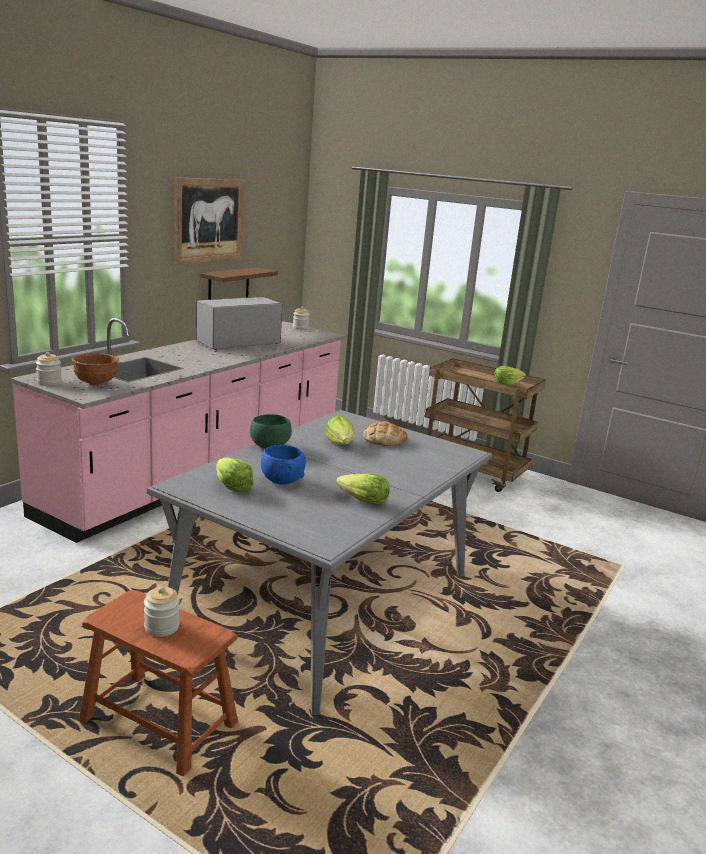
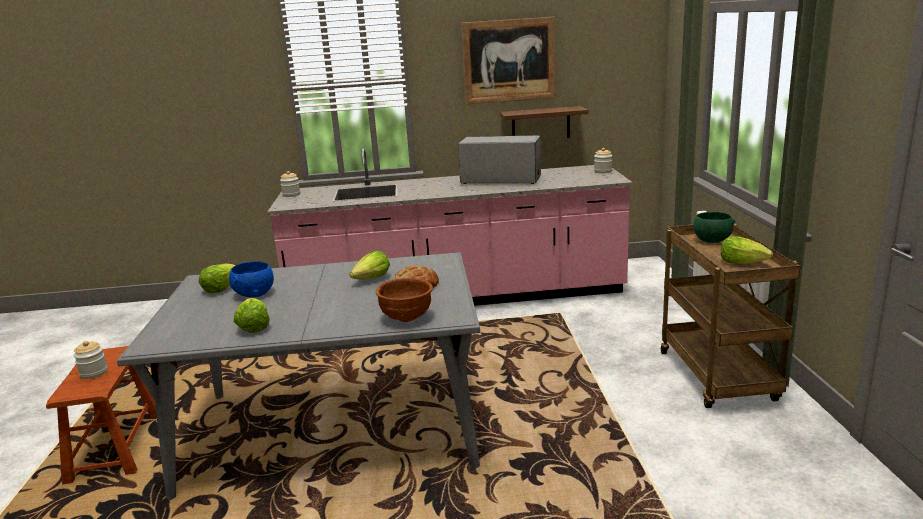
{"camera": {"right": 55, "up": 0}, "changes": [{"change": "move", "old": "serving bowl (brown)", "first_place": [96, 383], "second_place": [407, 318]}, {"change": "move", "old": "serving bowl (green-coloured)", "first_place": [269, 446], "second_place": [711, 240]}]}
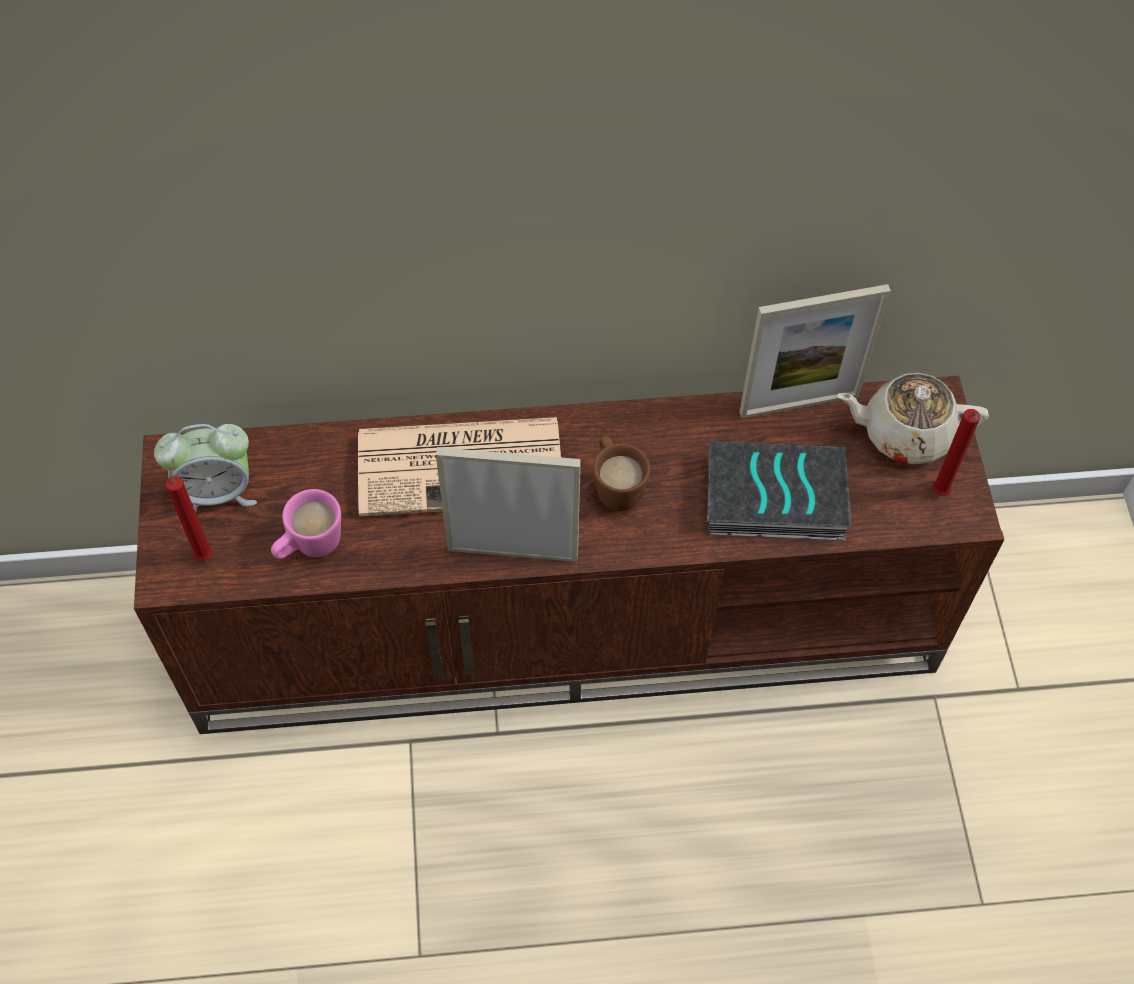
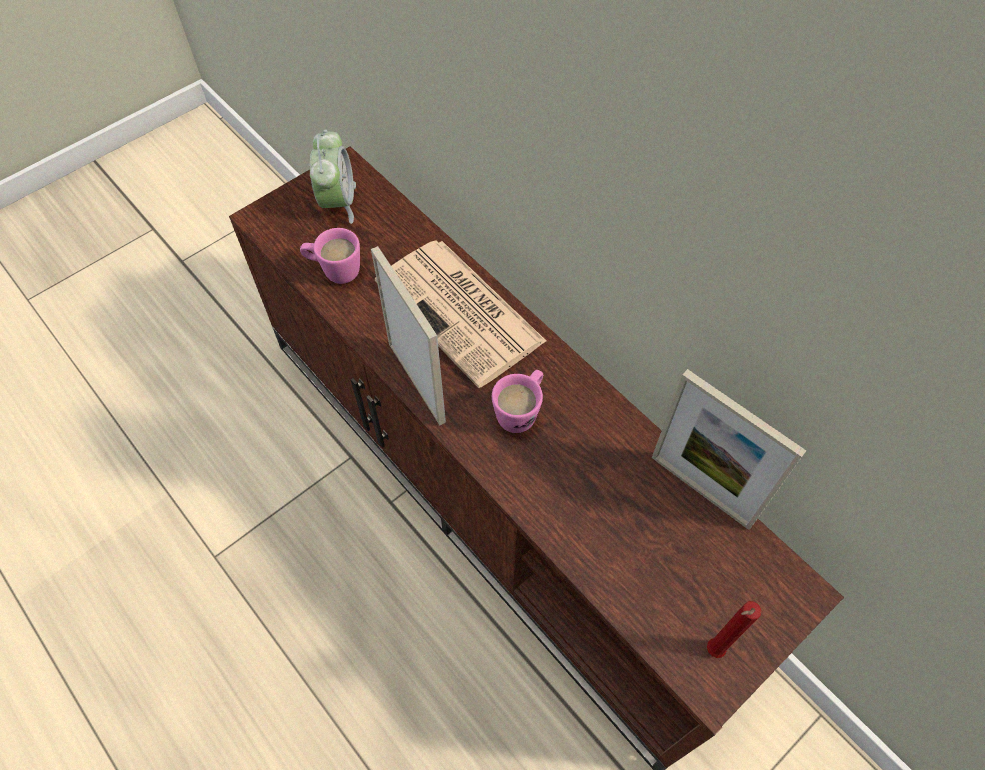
{"camera": {"right": 55, "up": 0}, "changes": [{"change": "delete", "old": "wax candle (red-coloured)", "first_place": [205, 553]}, {"change": "delete", "old": "bound book", "first_place": [773, 500]}, {"change": "delete", "old": "teapot (beige-coloured)", "first_place": [904, 433]}, {"change": "recolor", "old": "tea mug (brown)", "new": "tea mug (pink-coloured)", "first_place": [615, 486], "second_place": [521, 411]}, {"change": "rotate", "old": "bedside clock", "first_place": [217, 492], "second_place": [338, 202], "degrees": -135}]}
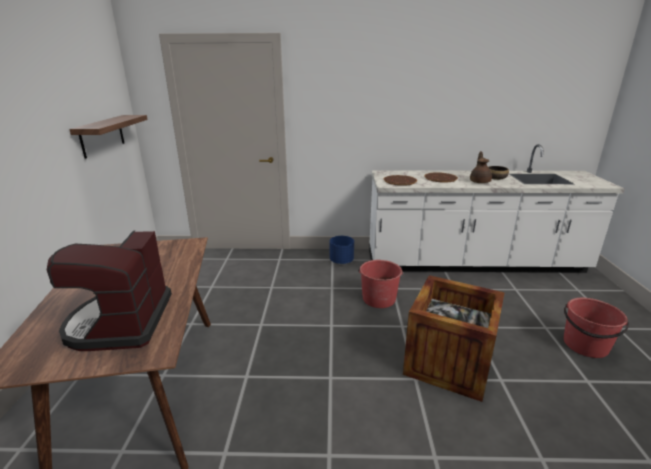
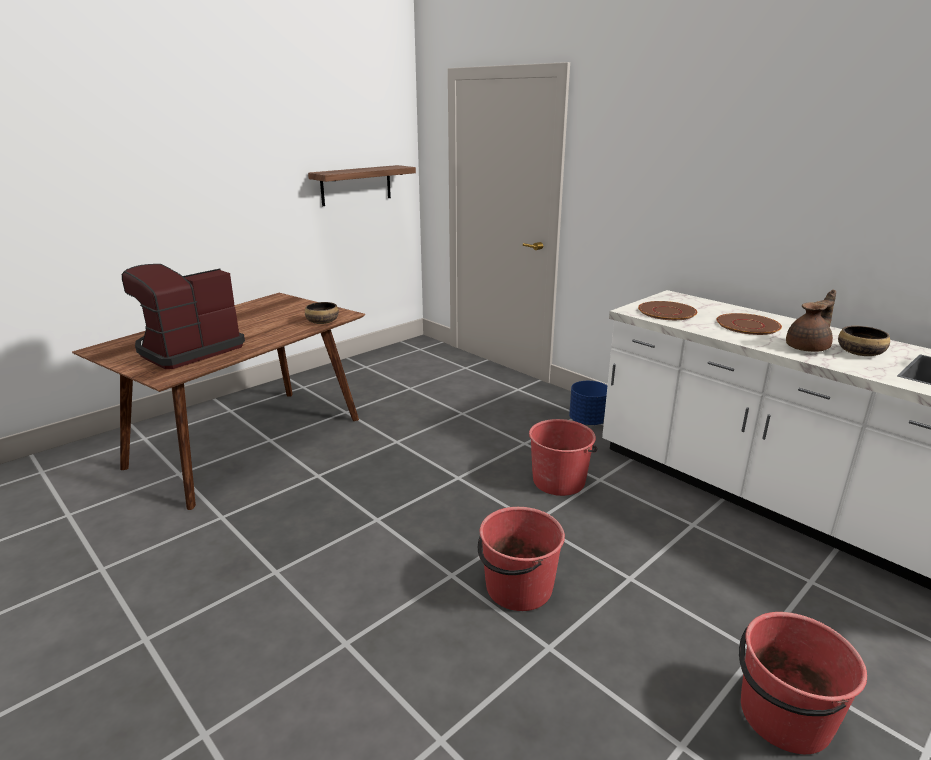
{"camera": {"right": 45, "up": 0}, "changes": [{"change": "insert", "new": "serving bowl", "second_place": [322, 322]}, {"change": "replace", "old": "shipping crate", "new": "pail (red-coloured)", "first_place": [448, 363], "second_place": [518, 588]}]}
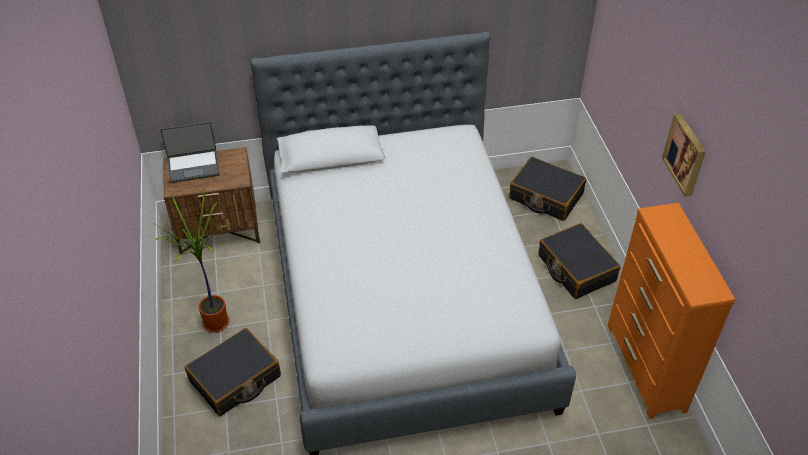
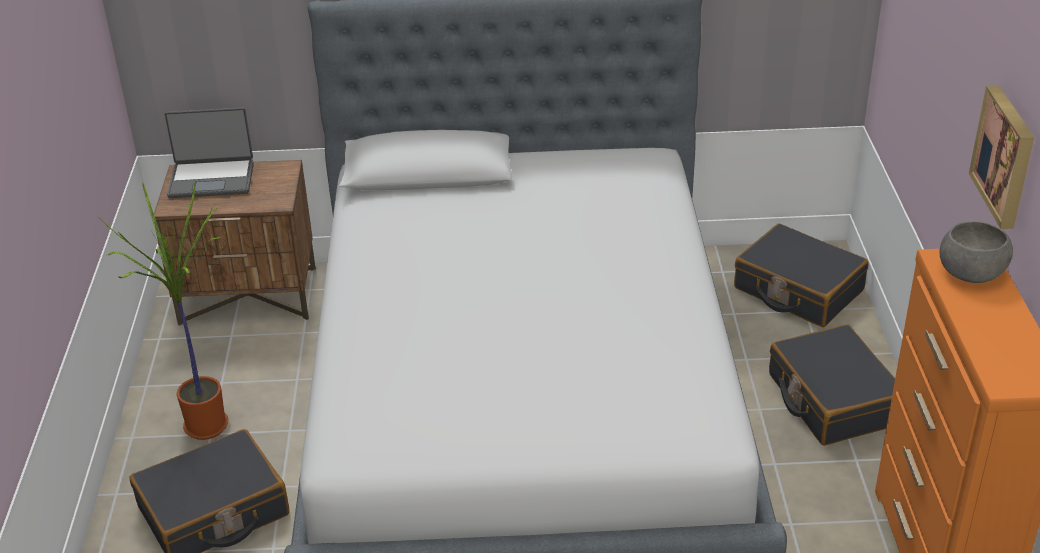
{"camera": {"right": 10, "up": -10}, "changes": [{"change": "insert", "new": "serving bowl (gray)", "second_place": [971, 271]}]}
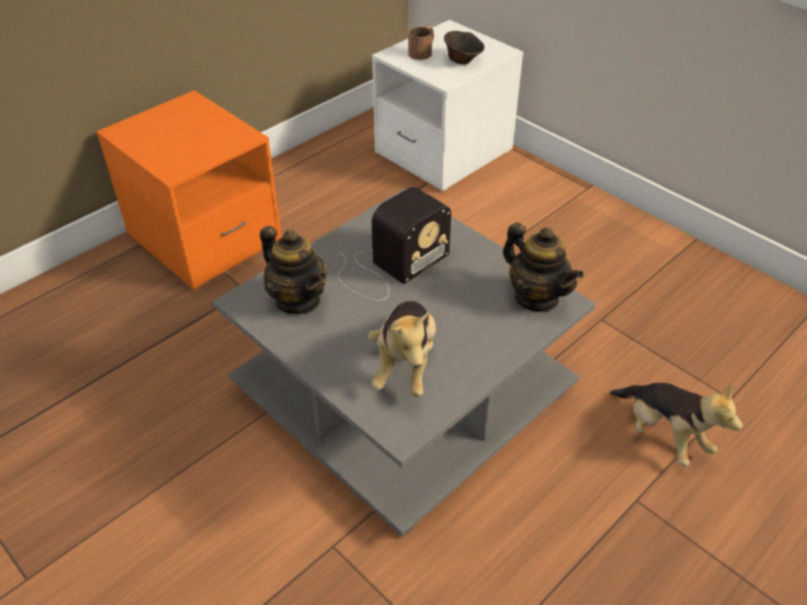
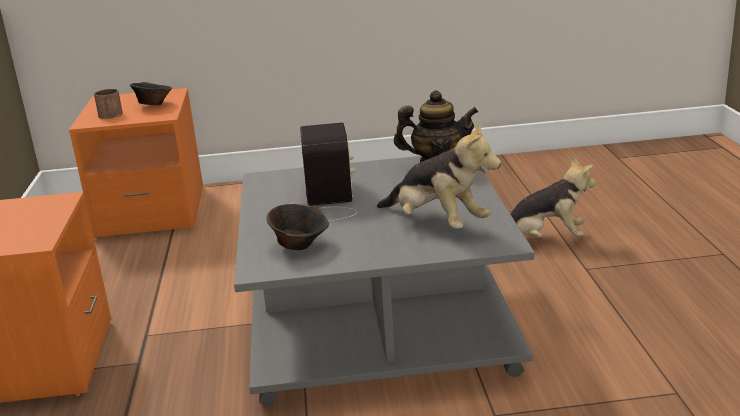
{"camera": {"right": -50, "up": -20}, "changes": [{"change": "replace", "old": "teapot", "new": "serving bowl (brown)", "first_place": [298, 300], "second_place": [300, 245]}, {"change": "recolor", "old": "bedside table (whitish)", "new": "bedside table (orange-coloured)", "first_place": [444, 152], "second_place": [152, 212]}]}
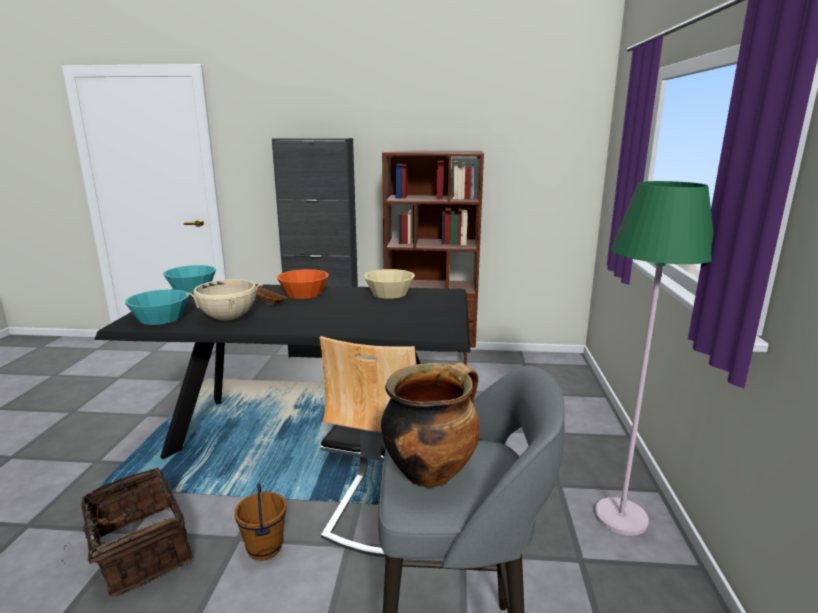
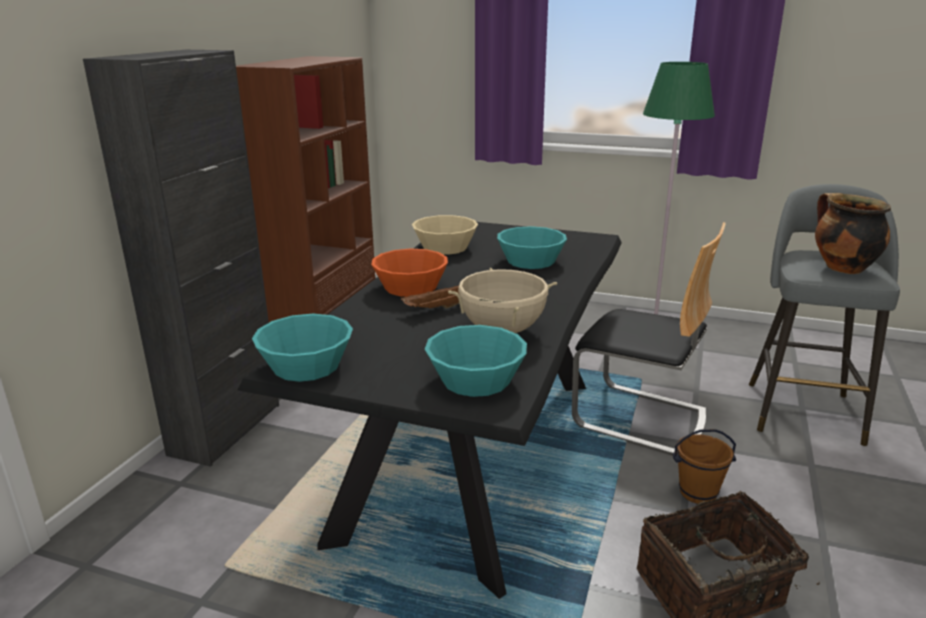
{"camera": {"right": -75, "up": 5}, "changes": [{"change": "insert", "new": "serving bowl (blue-green)", "second_place": [530, 260]}]}
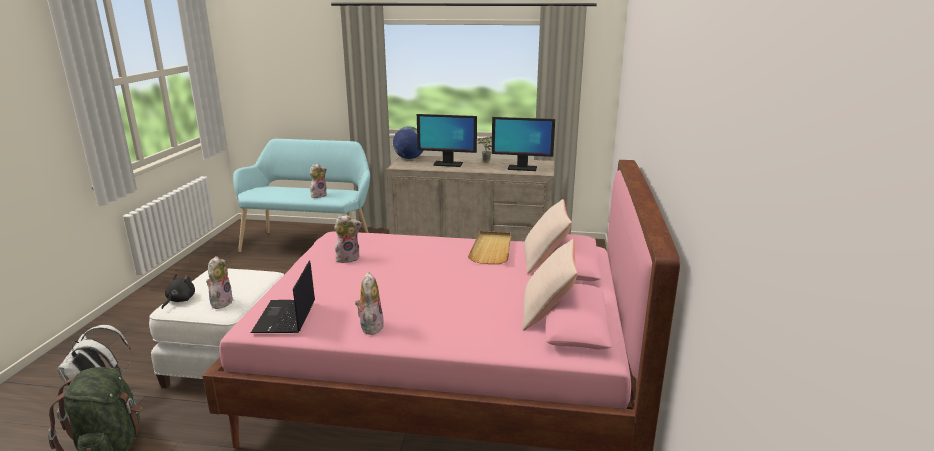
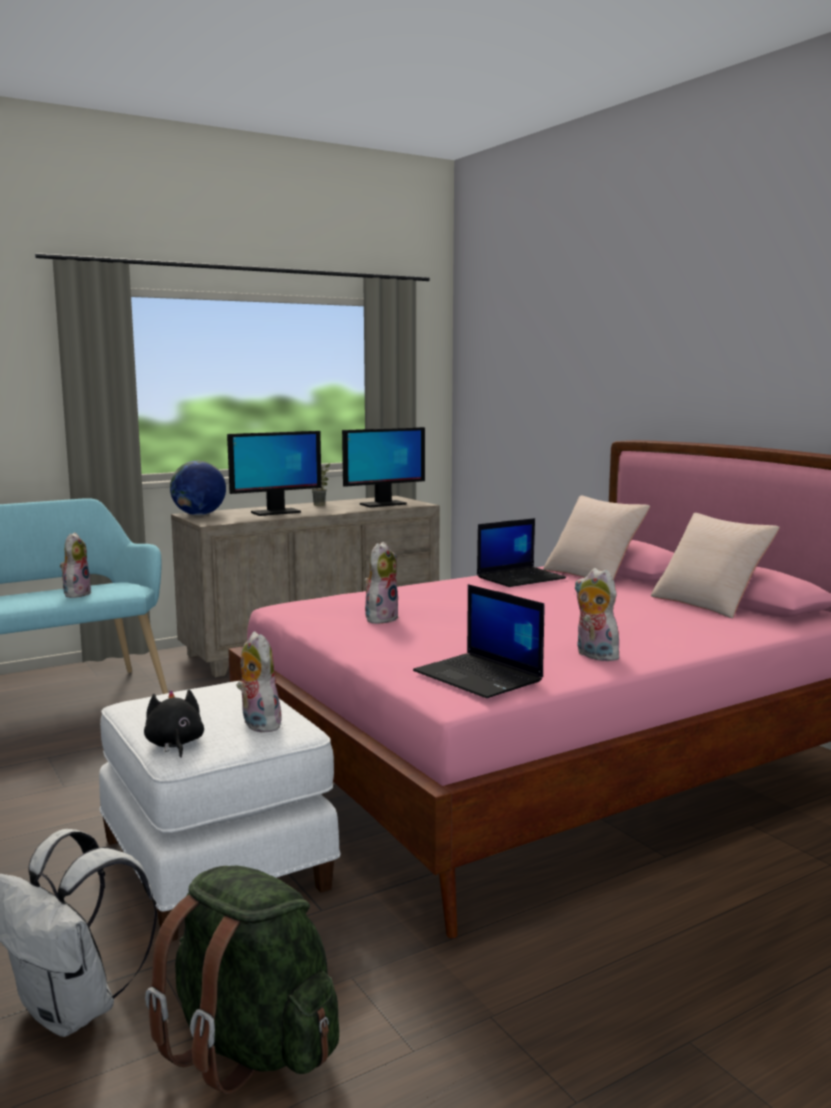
{"camera": {"right": -40, "up": -10}, "changes": [{"change": "replace", "old": "tray (beige-coloured)", "new": "notebook computer", "first_place": [491, 249], "second_place": [521, 577]}]}
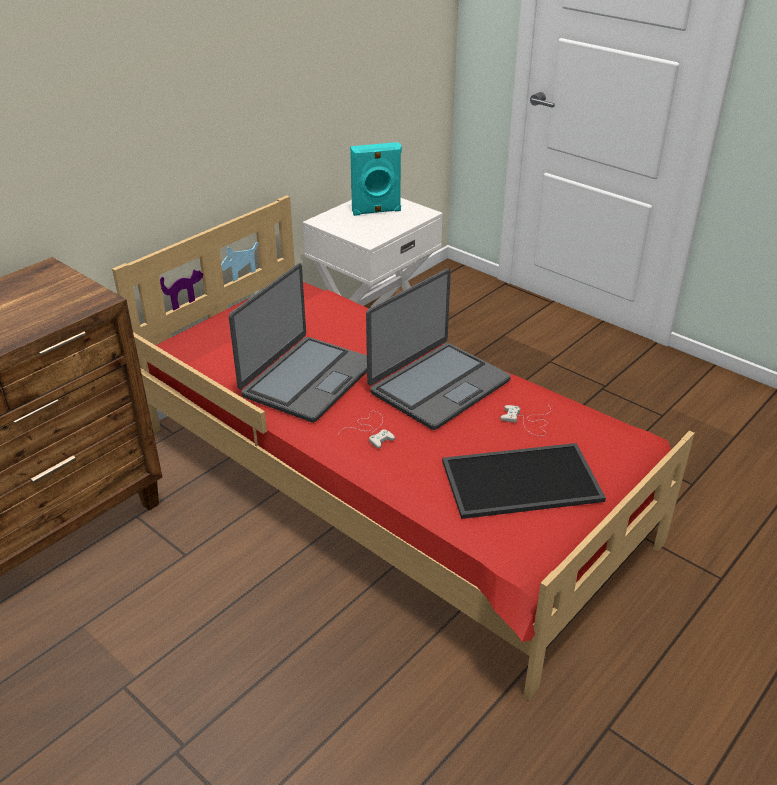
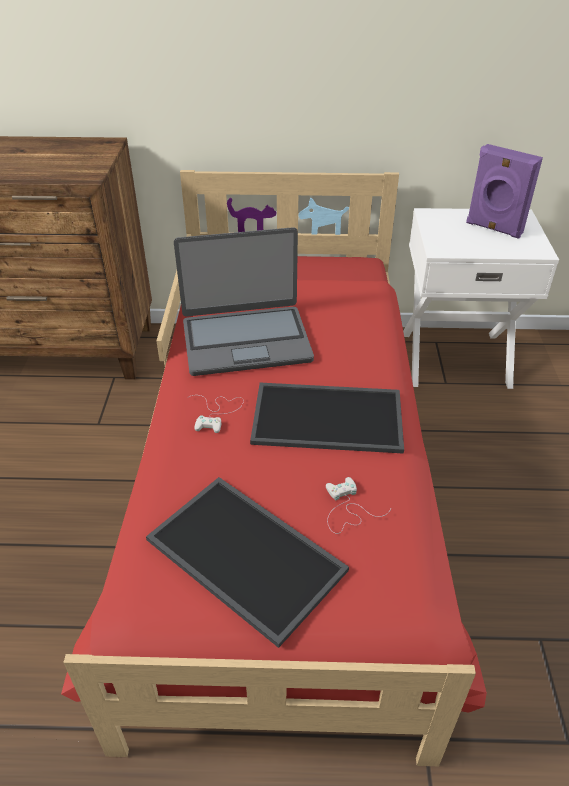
{"camera": {"right": 50, "up": 5}, "changes": [{"change": "replace", "old": "notebook computer", "new": "tray", "first_place": [438, 385], "second_place": [329, 416]}, {"change": "recolor", "old": "speaker (blue-green)", "new": "speaker (purplish)", "first_place": [376, 211], "second_place": [493, 229]}]}
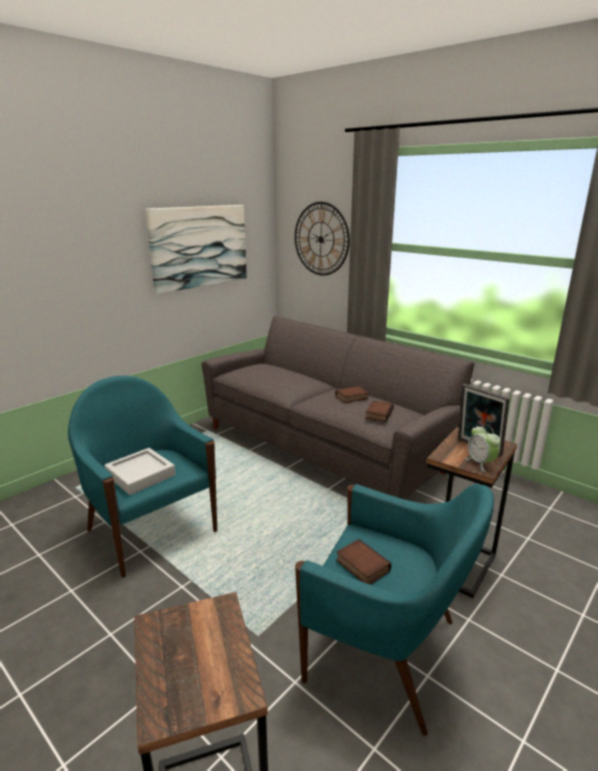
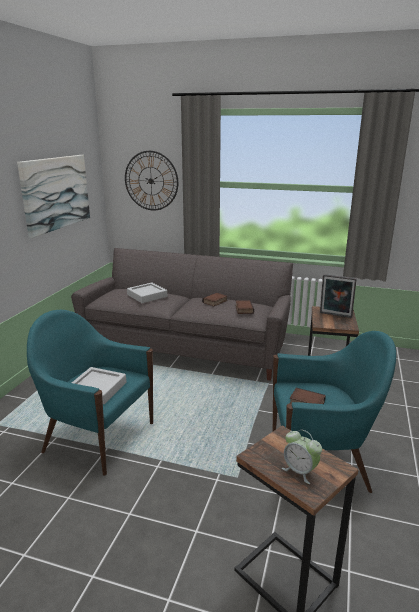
{"camera": {"right": -25, "up": 0}, "changes": [{"change": "insert", "new": "tray (gray)", "second_place": [147, 296]}, {"change": "move", "old": "bedside clock", "first_place": [480, 463], "second_place": [300, 471]}]}
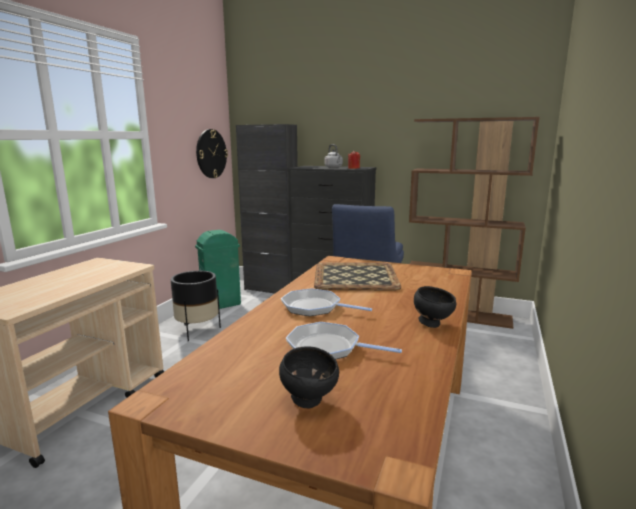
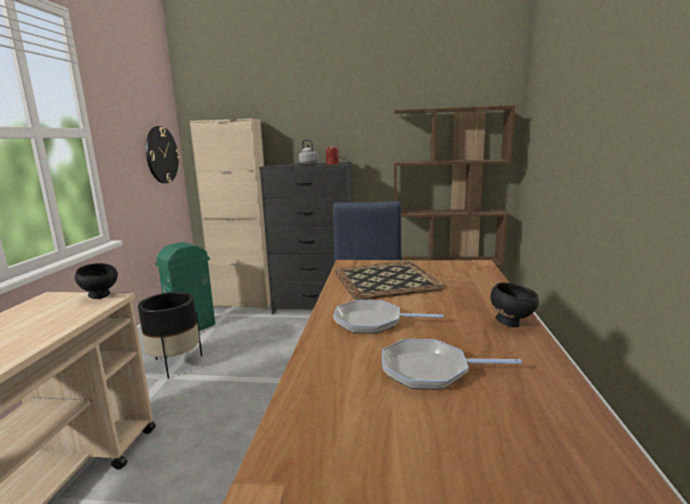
{"camera": {"right": -15, "up": 0}, "changes": [{"change": "move", "old": "serving bowl (blackish)", "first_place": [310, 402], "second_place": [101, 296]}, {"change": "recolor", "old": "storage cabinet (blackish)", "new": "storage cabinet (beige-coloured)", "first_place": [272, 289], "second_place": [244, 303]}]}
